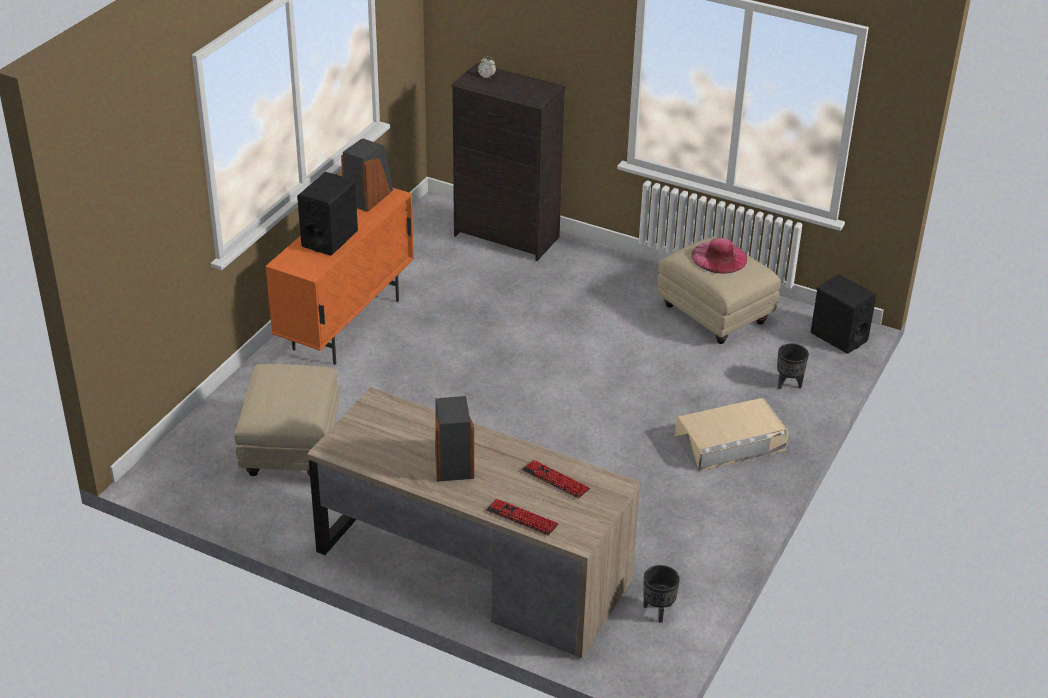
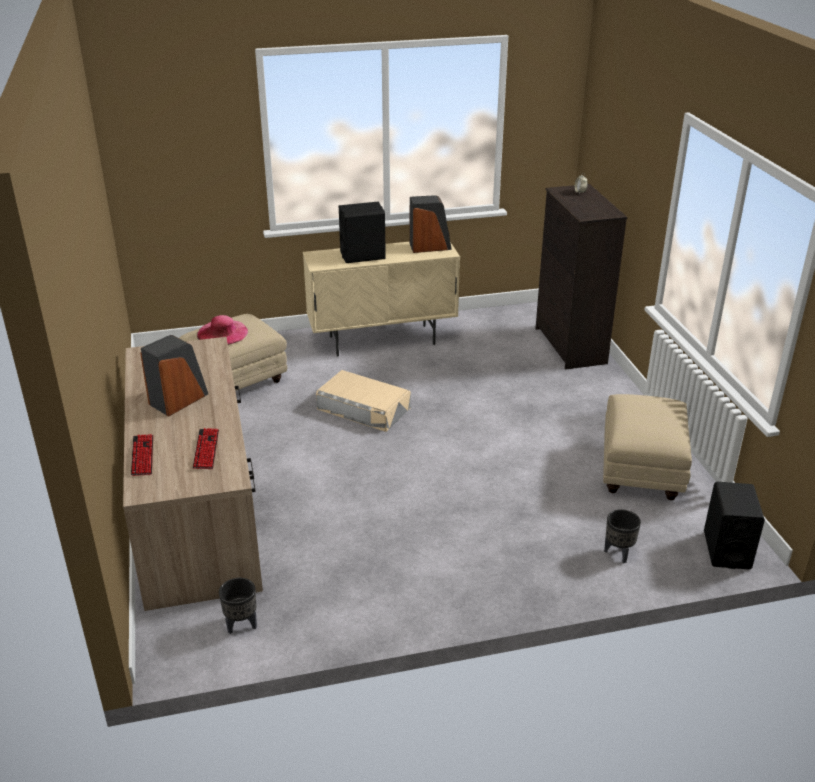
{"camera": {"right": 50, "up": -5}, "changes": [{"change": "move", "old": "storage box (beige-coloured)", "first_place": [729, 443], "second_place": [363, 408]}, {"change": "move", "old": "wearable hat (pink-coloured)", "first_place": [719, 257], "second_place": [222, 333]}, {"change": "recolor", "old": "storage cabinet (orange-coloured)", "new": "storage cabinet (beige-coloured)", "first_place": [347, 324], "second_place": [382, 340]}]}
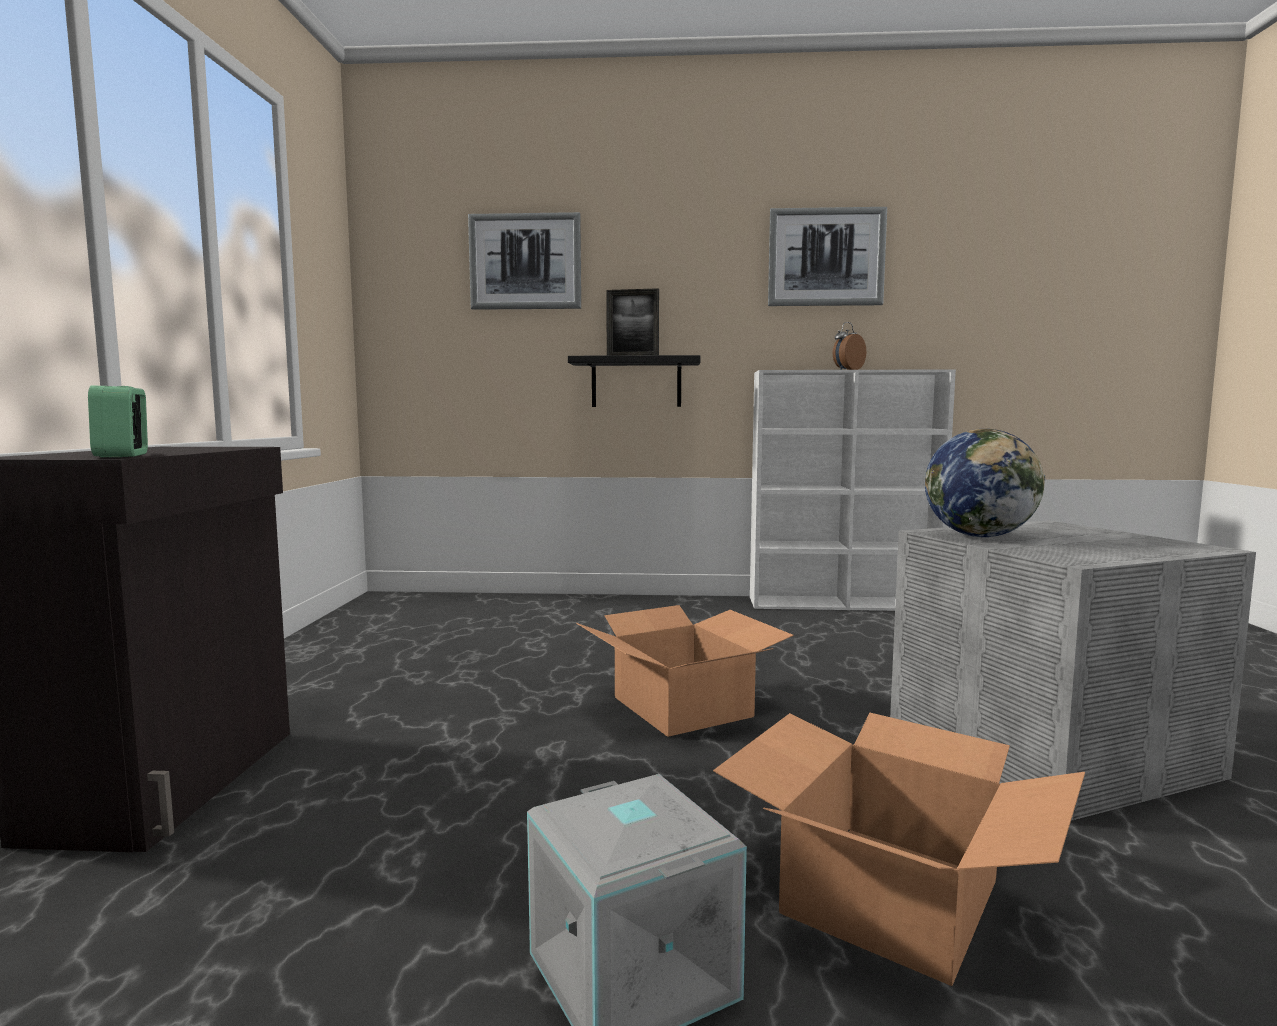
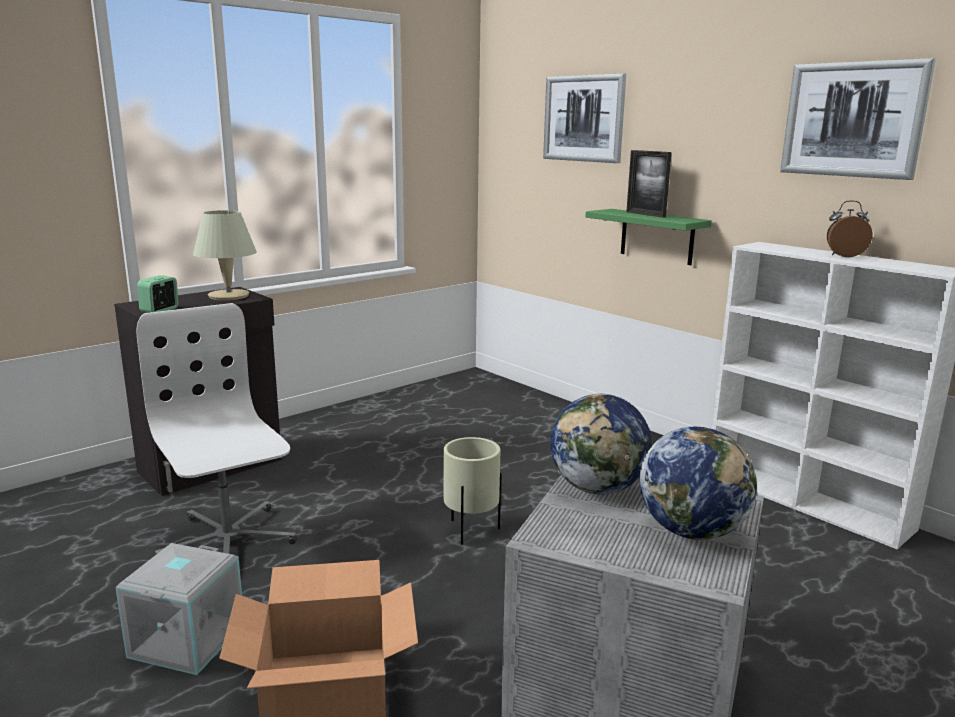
{"camera": {"right": 45, "up": 10}, "changes": [{"change": "insert", "new": "office chair (whitish)", "second_place": [227, 541]}, {"change": "insert", "new": "tabletop lamp (beige-coloured)", "second_place": [229, 296]}, {"change": "insert", "new": "world globe", "second_place": [692, 531]}, {"change": "replace", "old": "carton", "new": "flower pot (beige-coloured)", "first_place": [683, 706], "second_place": [471, 531]}, {"change": "recolor", "old": "wall shelf (blackish)", "new": "wall shelf (green-coloured)", "first_place": [636, 382], "second_place": [657, 236]}]}
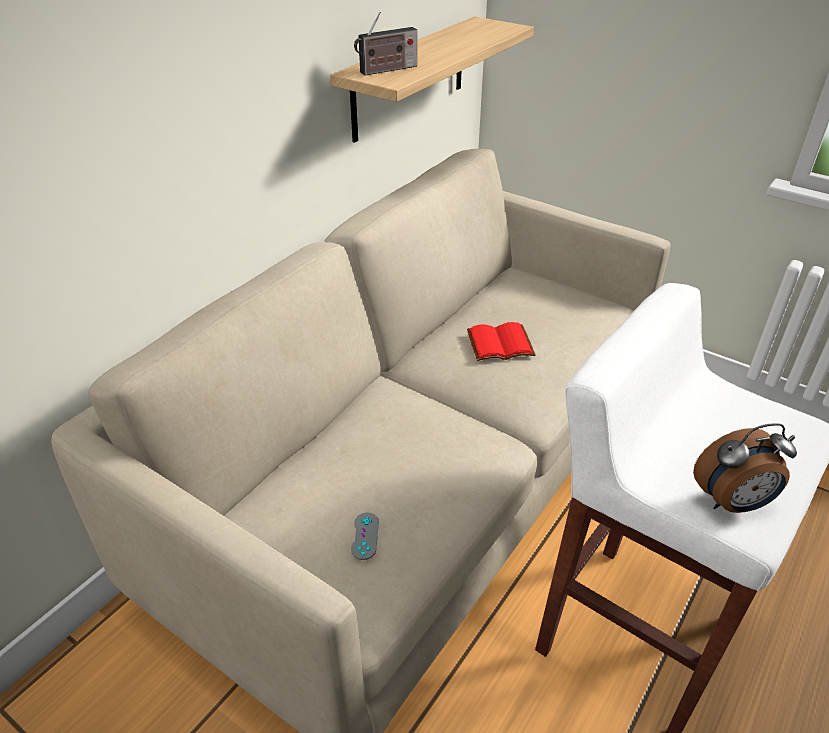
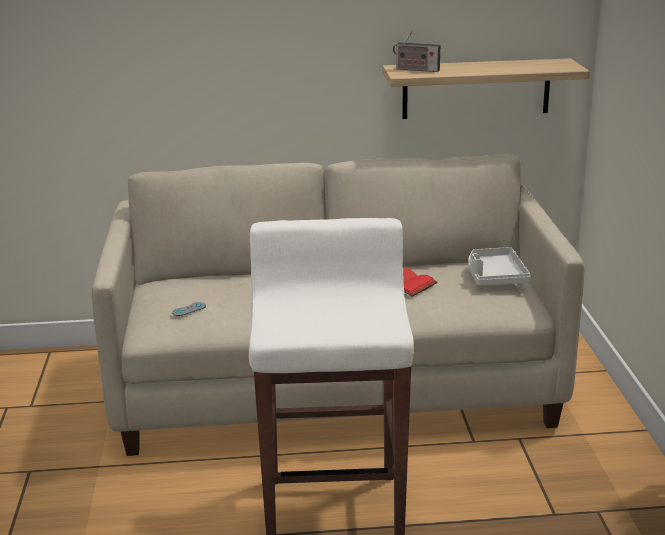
{"camera": {"right": 50, "up": -15}, "changes": [{"change": "delete", "old": "bedside clock", "first_place": [732, 503]}, {"change": "insert", "new": "tray (gray)", "second_place": [495, 276]}]}
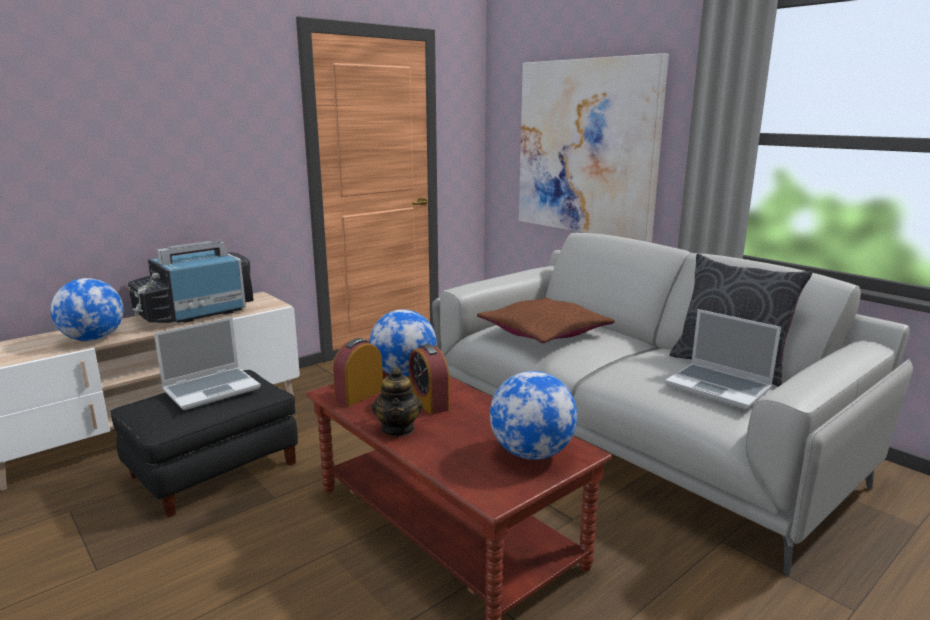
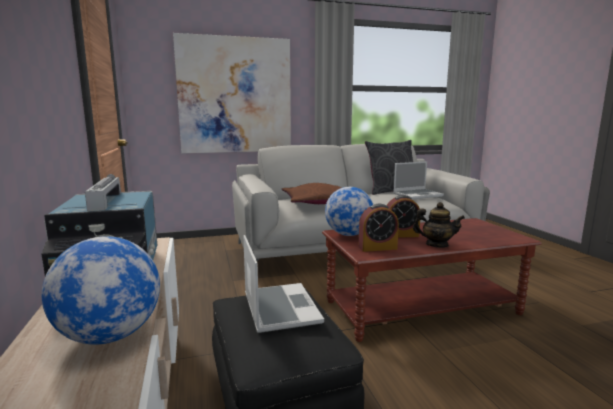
{"camera": {"right": -65, "up": -5}, "changes": [{"change": "delete", "old": "world globe", "first_place": [531, 453]}, {"change": "rotate", "old": "bedside clock", "first_place": [359, 395], "second_place": [377, 248], "degrees": -75}]}
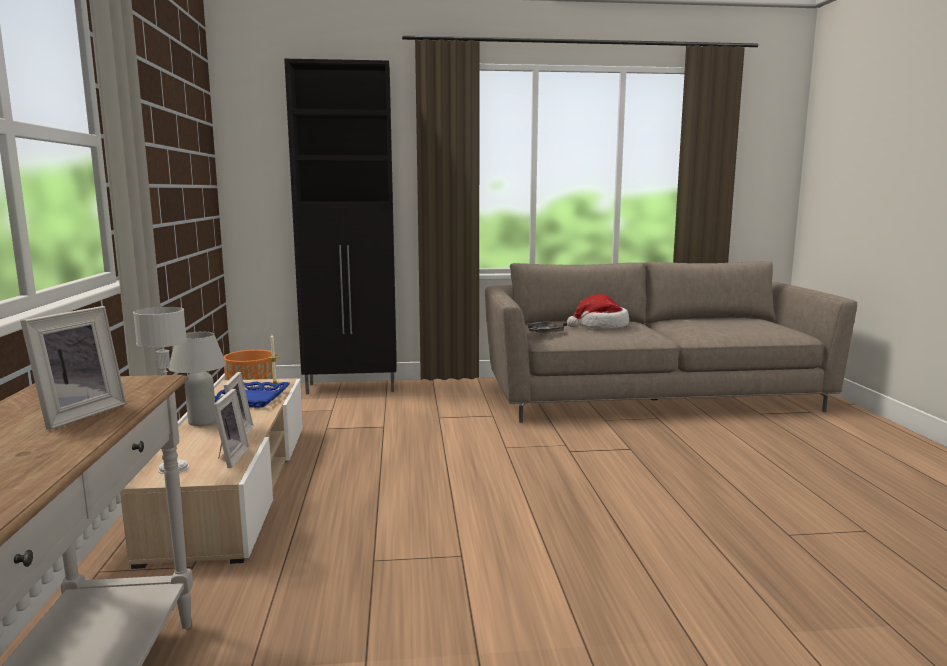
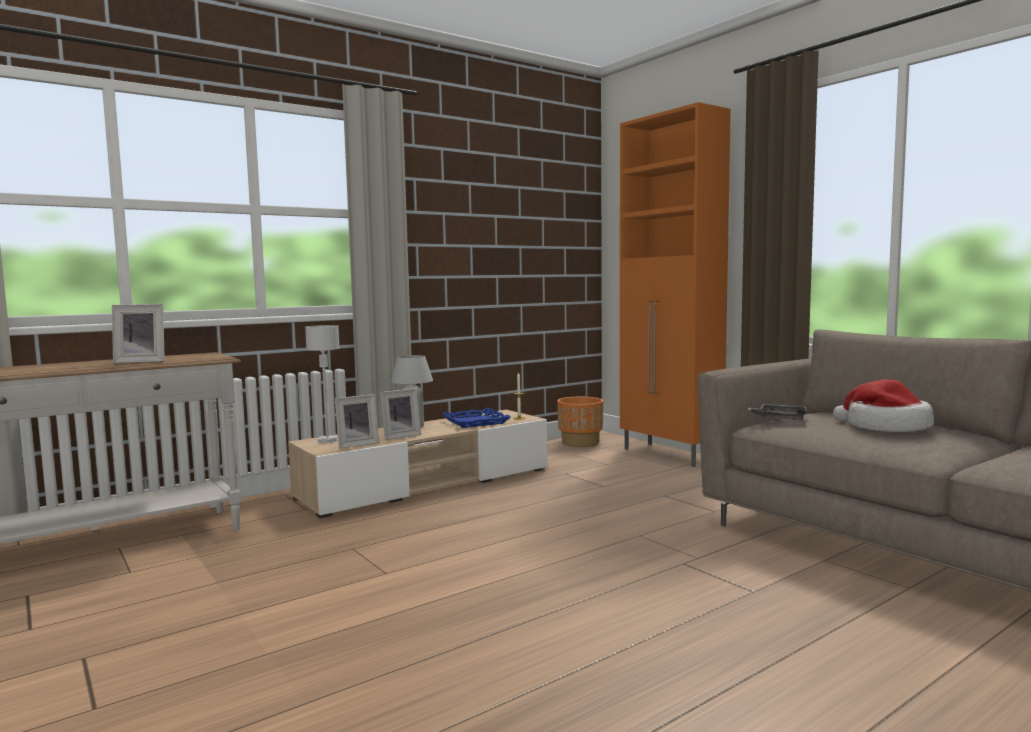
{"camera": {"right": 60, "up": -5}, "changes": [{"change": "recolor", "old": "storage cabinet (blackish)", "new": "storage cabinet (orange-coloured)", "first_place": [352, 388], "second_place": [670, 455]}]}
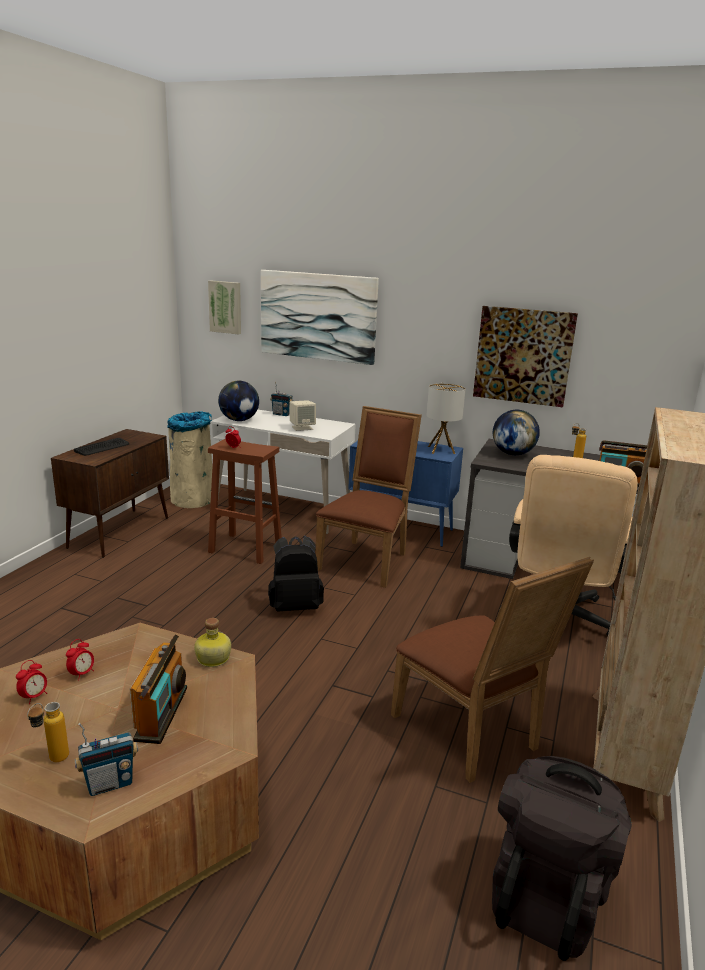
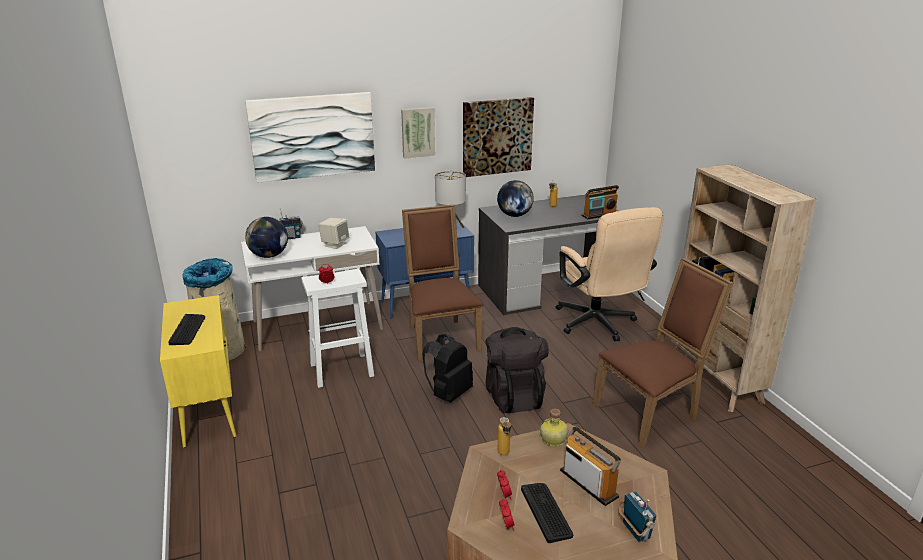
{"camera": {"right": -40, "up": 5}, "changes": [{"change": "insert", "new": "keyboard", "second_place": [546, 512]}, {"change": "move", "old": "beverage bottle", "first_place": [52, 761], "second_place": [504, 455]}, {"change": "move", "old": "wall picture", "first_place": [226, 307], "second_place": [417, 132]}, {"change": "move", "old": "rucksack (blackish)", "first_place": [548, 894], "second_place": [513, 396]}, {"change": "recolor", "old": "storage cabinet (brown)", "new": "storage cabinet (yellow-coloured)", "first_place": [120, 532], "second_place": [208, 409]}, {"change": "recolor", "old": "stool seat (brown)", "new": "stool seat (whitish)", "first_place": [244, 548], "second_place": [340, 370]}, {"change": "rotate", "old": "radio receiver", "first_place": [110, 783], "second_place": [635, 531], "degrees": -45}, {"change": "rotate", "old": "plain chair (brown)", "first_place": [472, 734], "second_place": [650, 412], "degrees": -45}]}
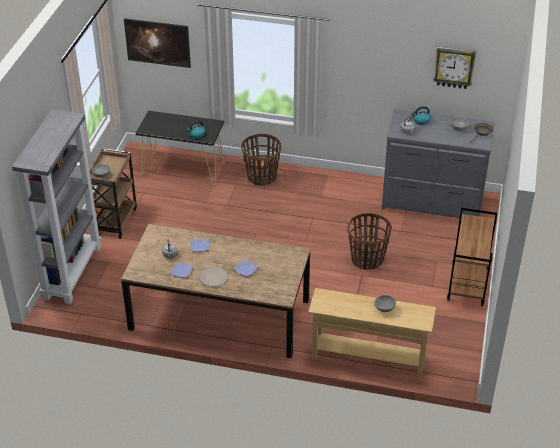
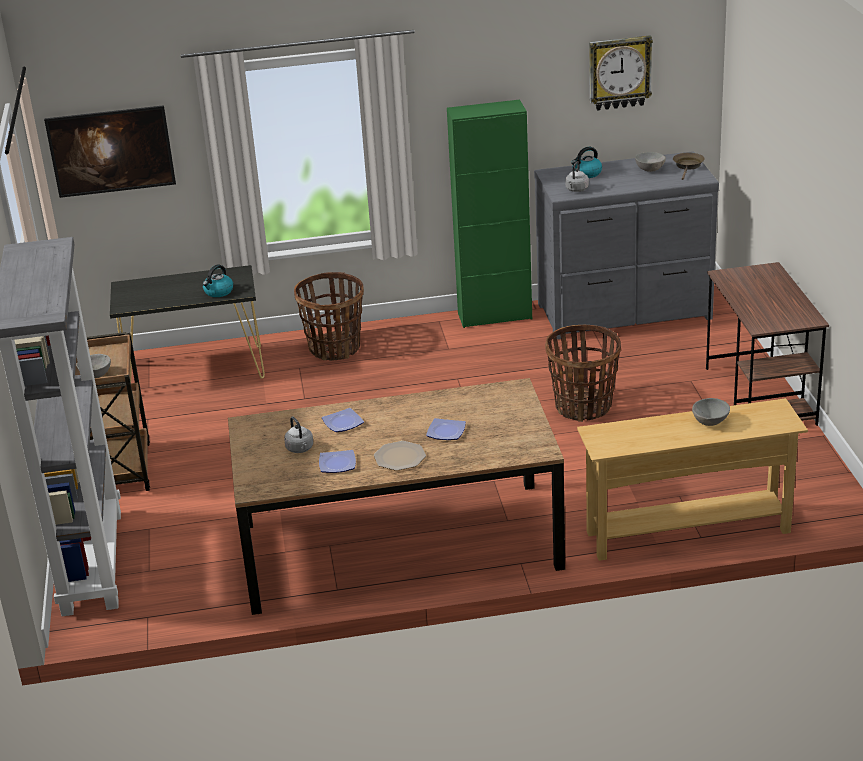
{"camera": {"right": -20, "up": -10}, "changes": [{"change": "insert", "new": "storage cabinet (green-coloured)", "second_place": [494, 316]}, {"change": "replace", "old": "cart (brown)", "new": "desk table (brown)", "first_place": [468, 284], "second_place": [760, 396]}]}
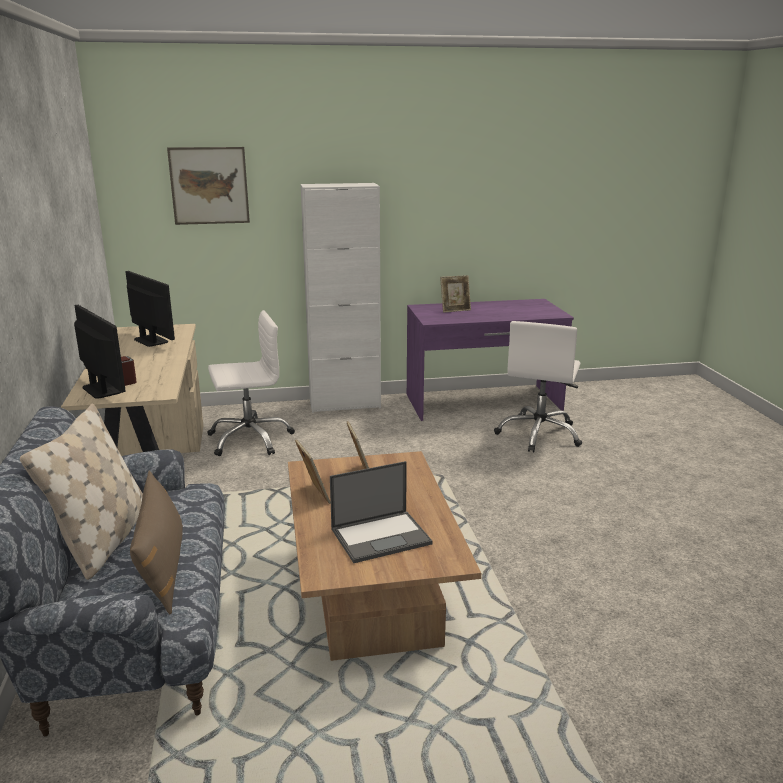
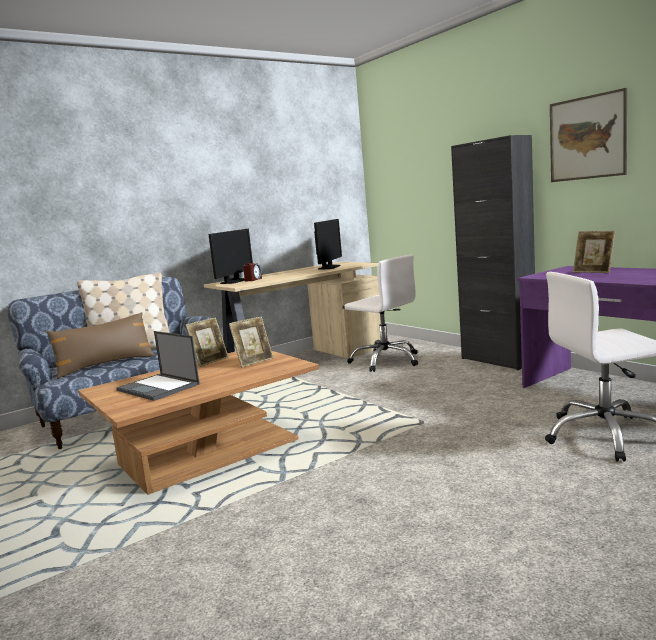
{"camera": {"right": 65, "up": -10}, "changes": [{"change": "move", "old": "wall picture", "first_place": [209, 185], "second_place": [587, 138]}, {"change": "recolor", "old": "storage cabinet (whitish)", "new": "storage cabinet (blackish)", "first_place": [345, 404], "second_place": [498, 360]}]}
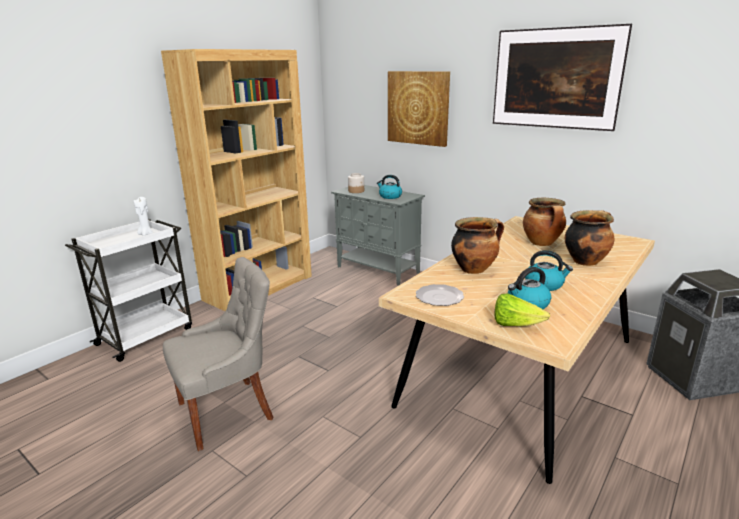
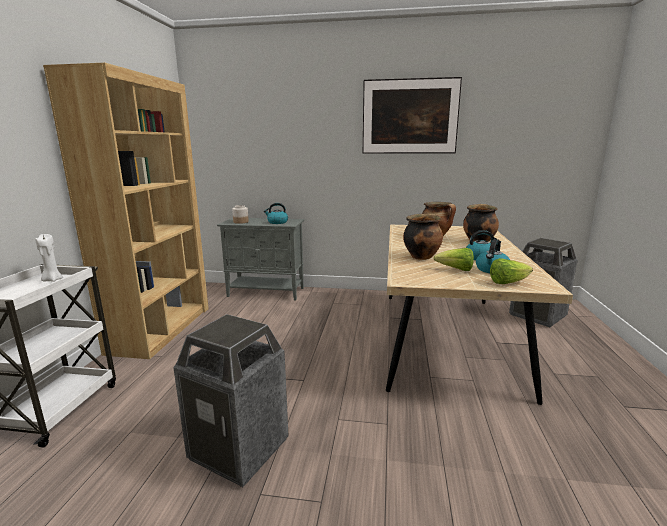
{"camera": {"right": -30, "up": -5}, "changes": [{"change": "delete", "old": "wall picture", "first_place": [418, 108]}, {"change": "delete", "old": "plate", "first_place": [439, 297]}, {"change": "insert", "new": "head of lettuce", "second_place": [455, 270]}, {"change": "replace", "old": "plain chair (gray)", "new": "waste bin", "first_place": [228, 411], "second_place": [240, 449]}]}
